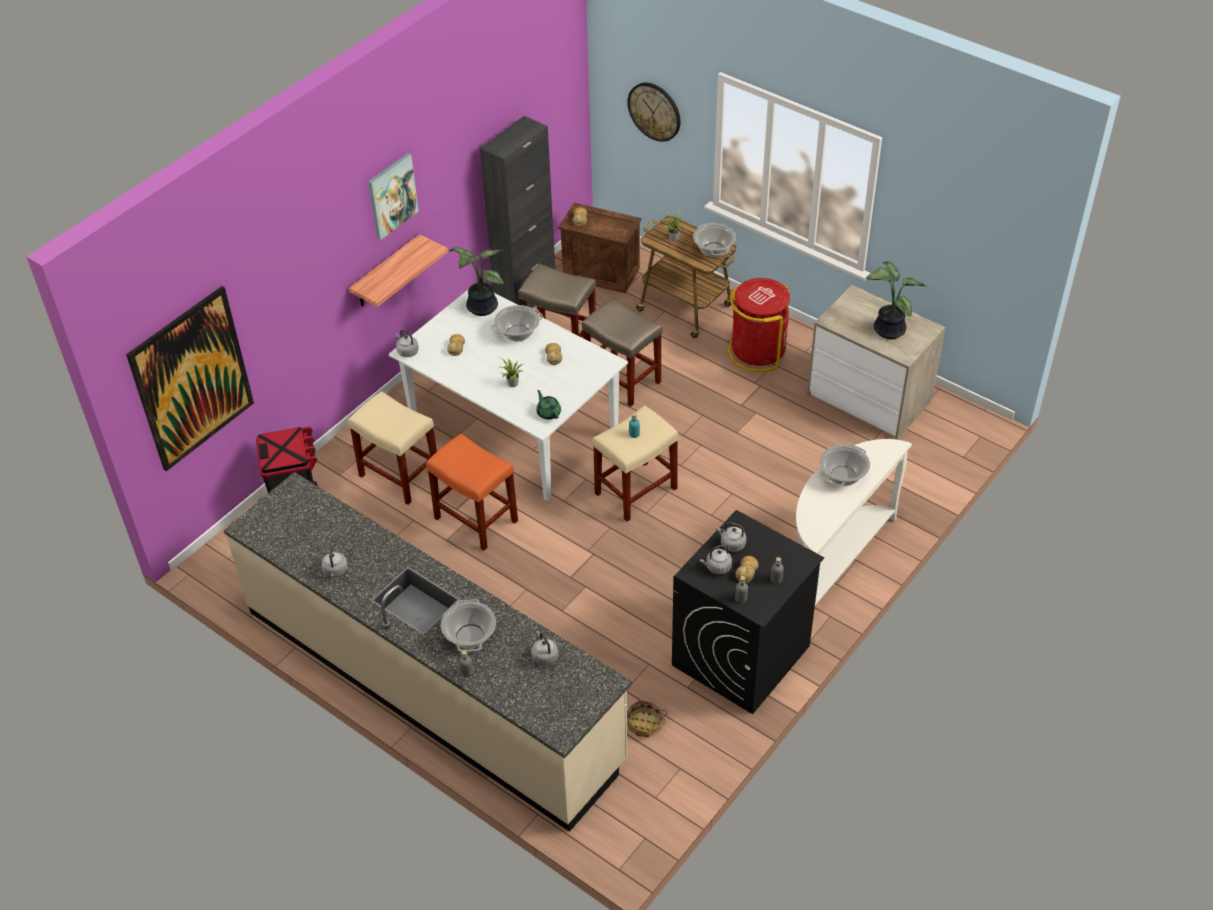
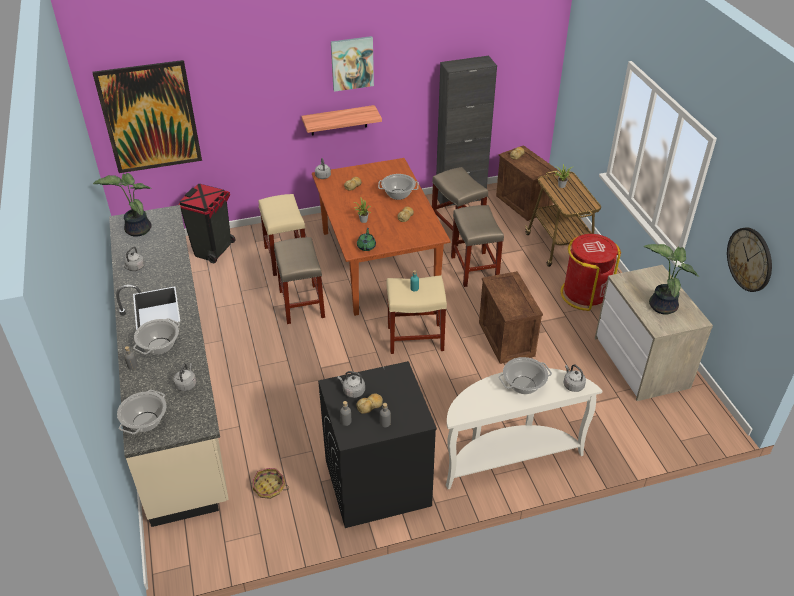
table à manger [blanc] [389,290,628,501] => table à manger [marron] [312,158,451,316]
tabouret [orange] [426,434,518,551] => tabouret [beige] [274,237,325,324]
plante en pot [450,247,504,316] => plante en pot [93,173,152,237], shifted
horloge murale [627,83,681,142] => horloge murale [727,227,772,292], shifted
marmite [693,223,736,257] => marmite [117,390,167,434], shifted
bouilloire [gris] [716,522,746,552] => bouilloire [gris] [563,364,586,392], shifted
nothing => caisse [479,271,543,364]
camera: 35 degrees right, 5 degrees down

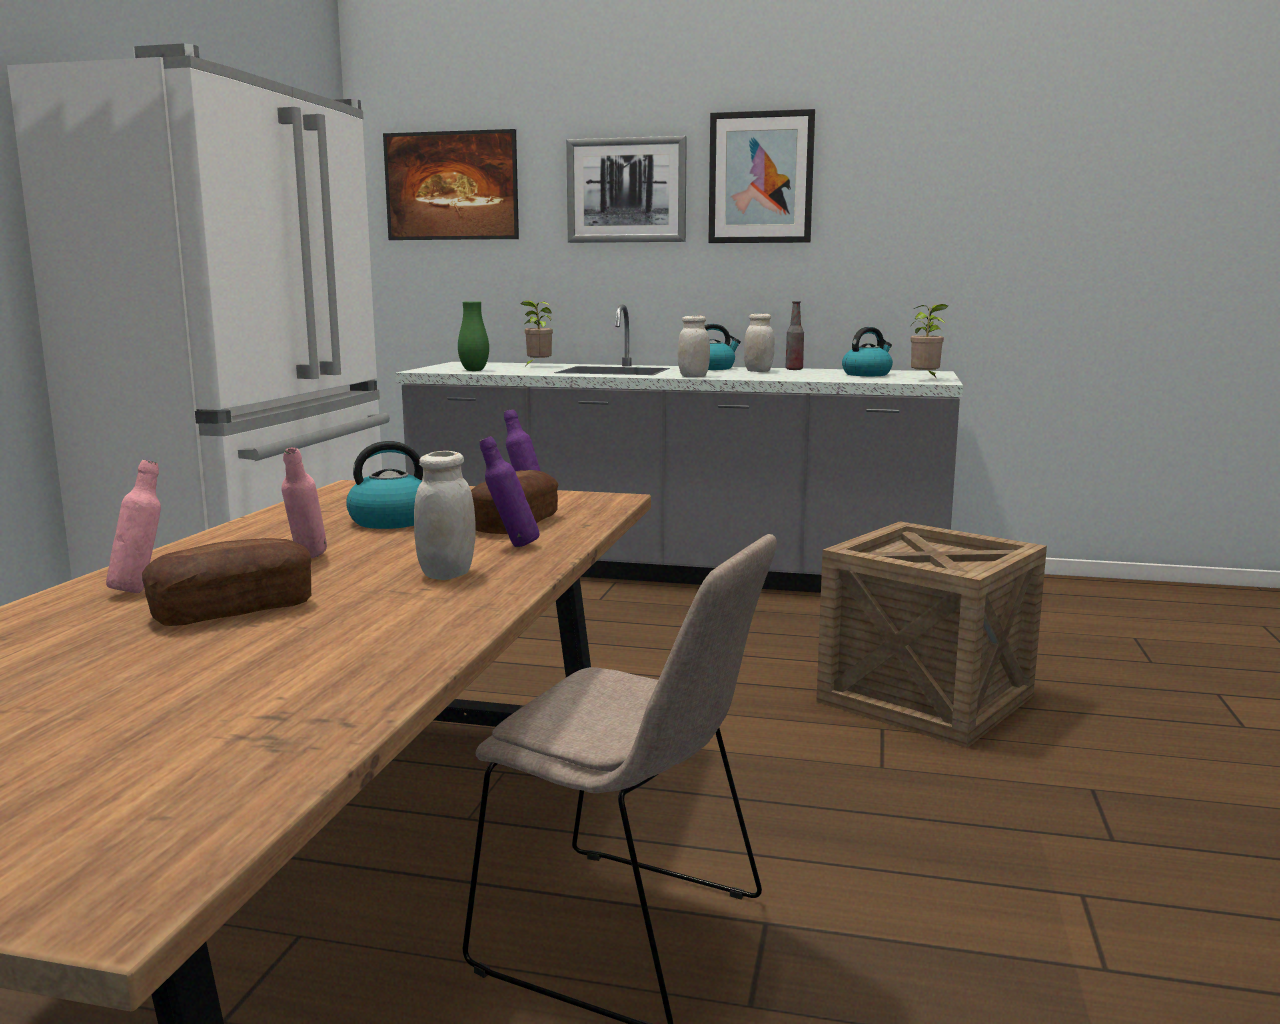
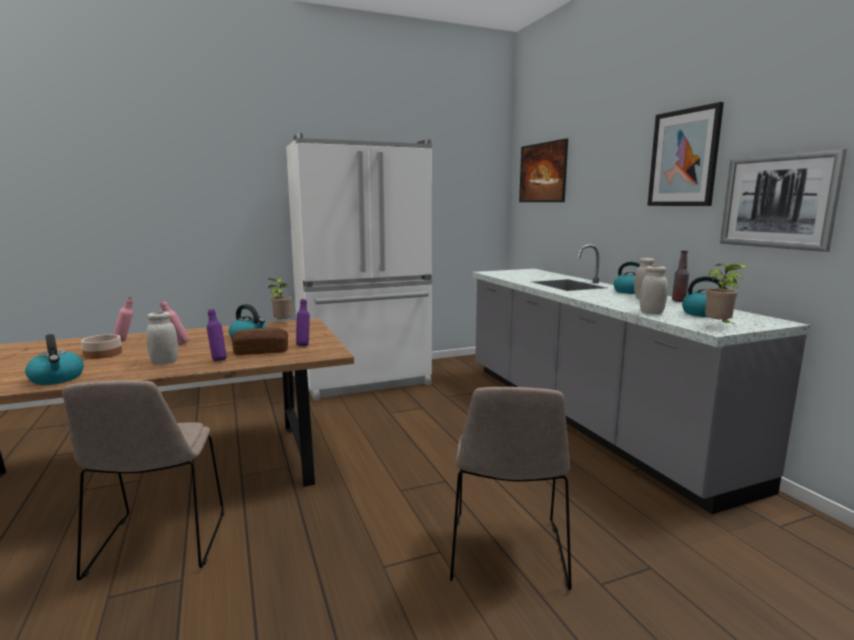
pain [142,538,311,626] => bol [81,334,122,359]
vase [vert] [458,301,489,371] => nothing
plante en pot [520,300,553,365] => plante en pot [268,277,292,319], shifted
tableau [566,136,687,243] => tableau [720,149,847,252], shifted
bocal [blanc] [678,316,710,377] => bocal [blanc] [639,266,668,314], shifted
caisse [816,522,1047,748] => chaise [beige] [450,387,572,590]
nothing => bouilloire [25,334,84,385]
camera: 55 degrees right, 0 degrees up

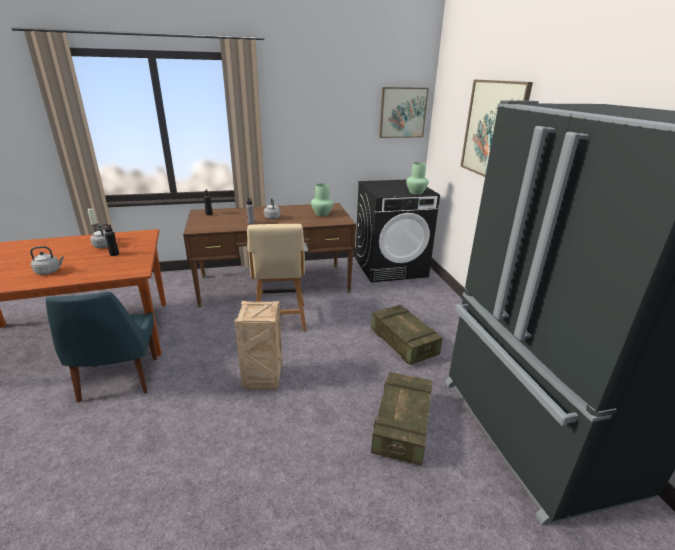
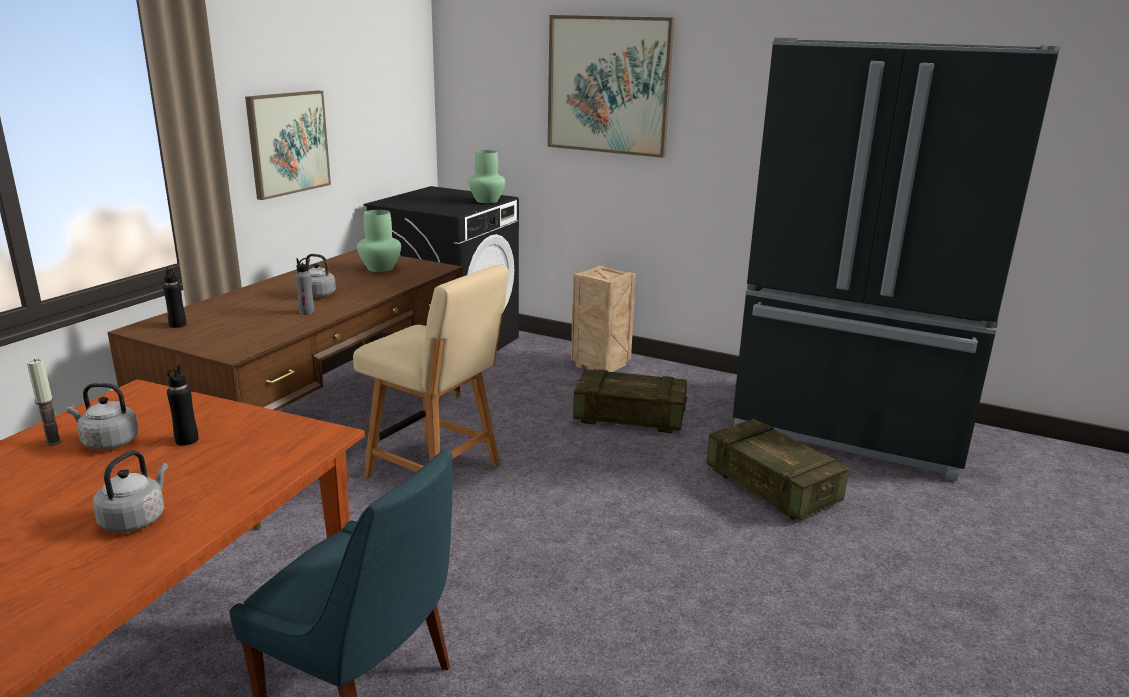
caisse [234,301,282,390] => caisse [571,265,636,372], shifted
tableau [379,87,429,138] => tableau [245,91,331,200], shifted
camera: 50 degrees left, 5 degrees down

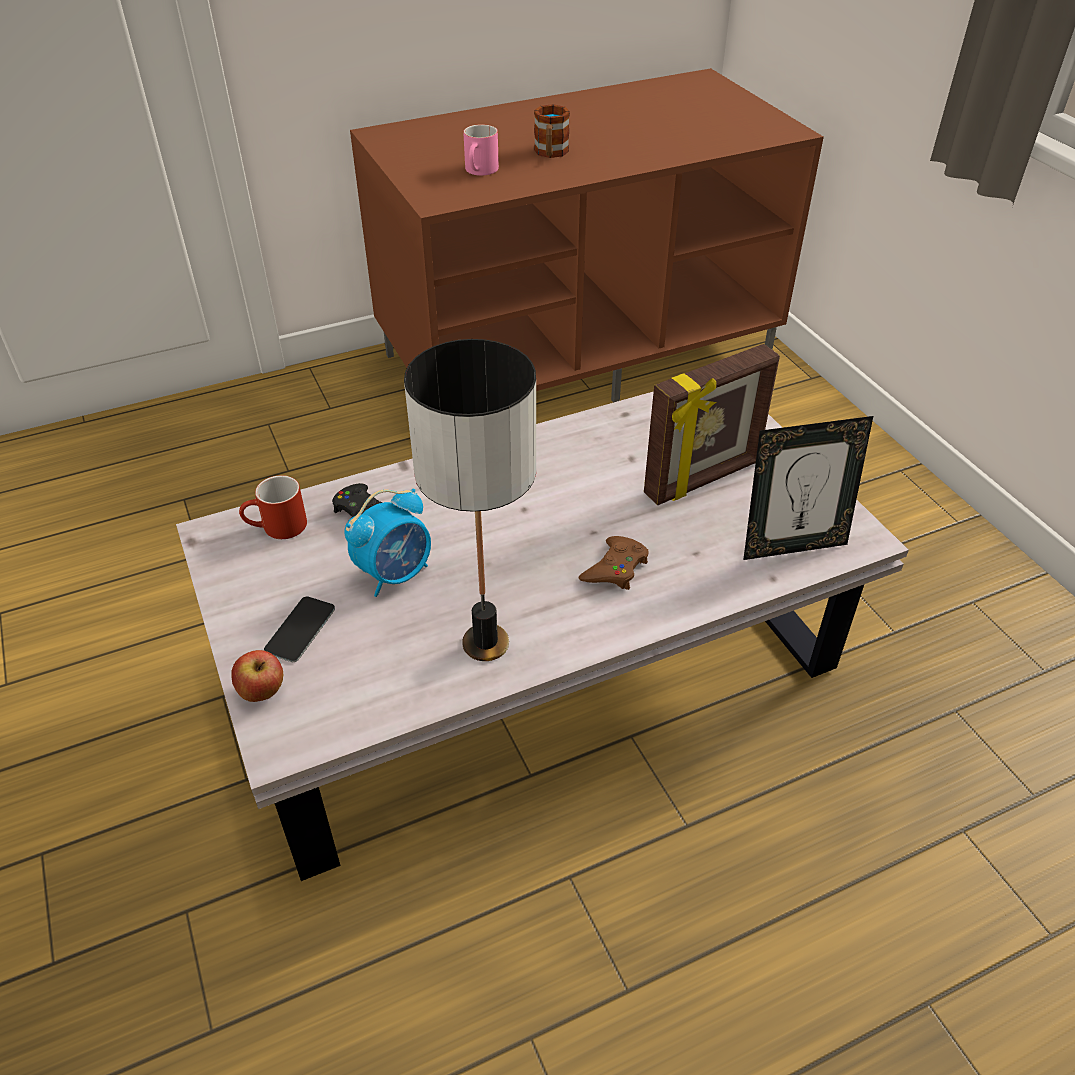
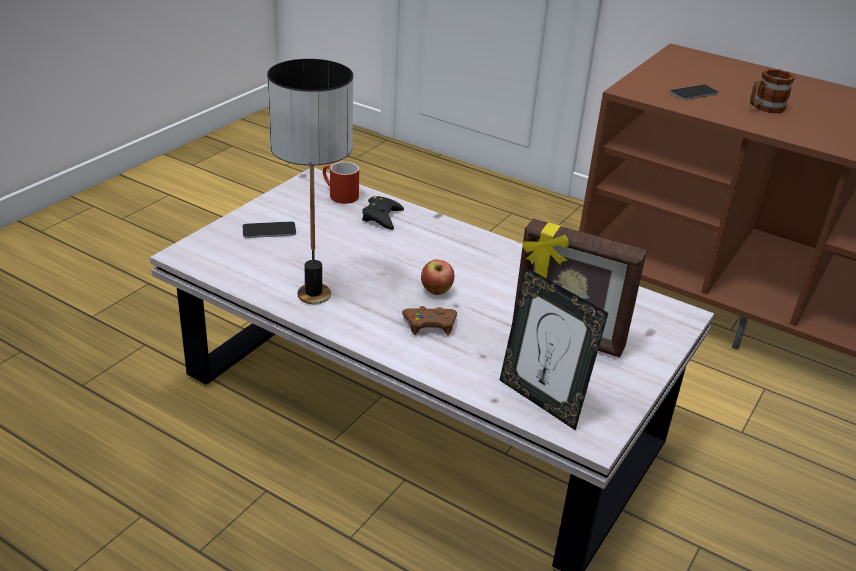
pomme [231,650,283,702] => pomme [421,259,454,295], shifted
réveil [344,488,431,597] => nothing
mug [rose] [463,124,499,176] => téléphone [670,85,719,100]
camera: 55 degrees right, 10 degrees down

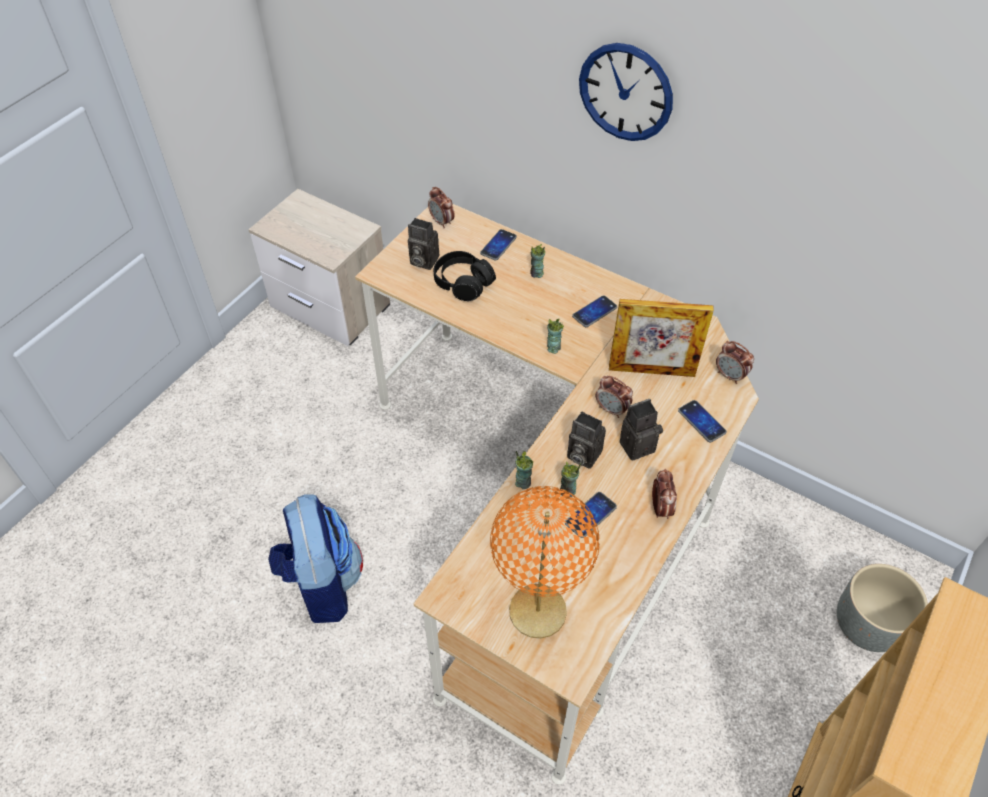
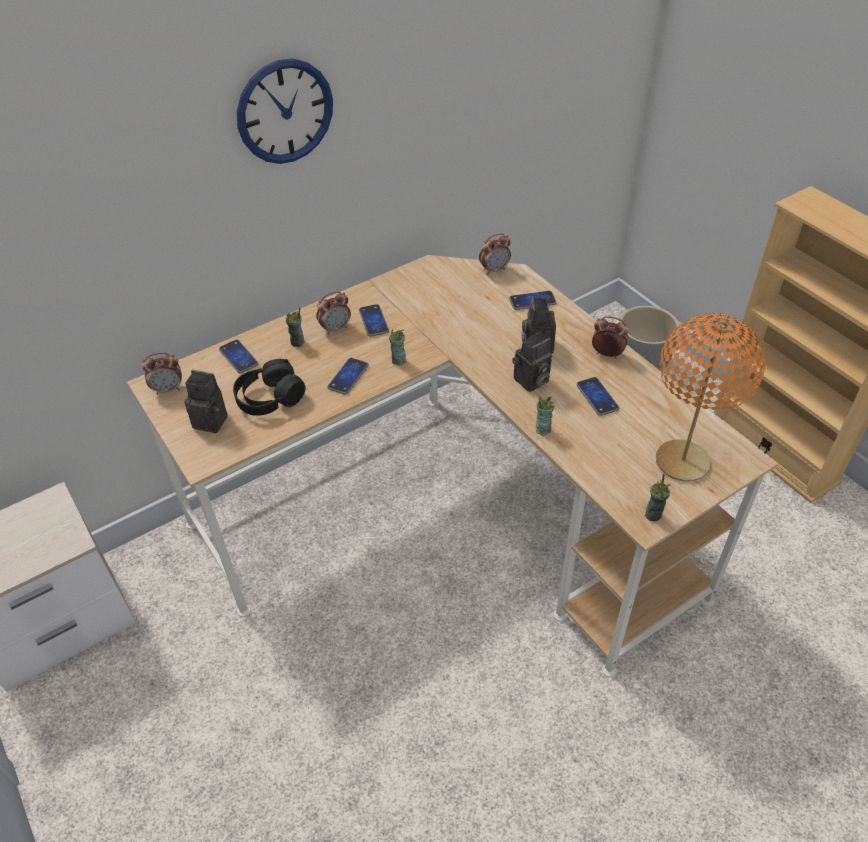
sac à dos [268,494,363,623] => nothing
appareil photo [408,218,439,270] => appareil photo [184,370,228,433], 120 degrees counterclockwise
tasse [560,461,581,497] => tasse [645,474,670,521], shifted
réveil [595,376,633,418] => réveil [316,291,351,335], shifted
cadre photo [609,299,714,377] => nothing
nothing => téléphone [327,358,369,395]
camera: 65 degrees left, 5 degrees down

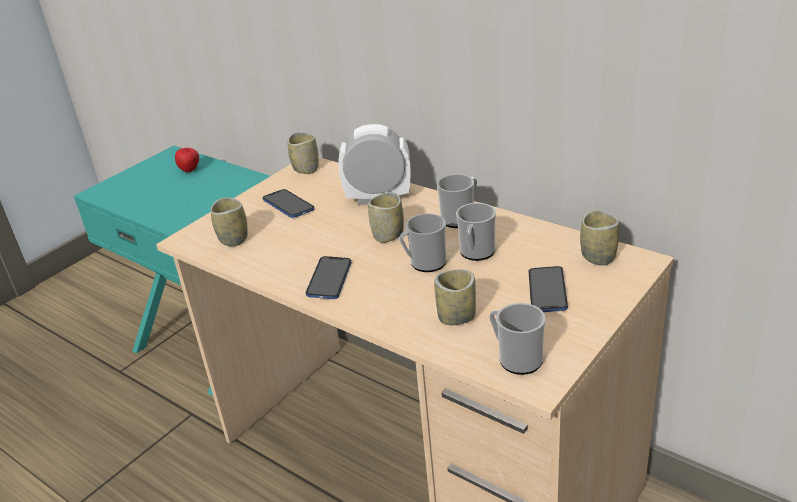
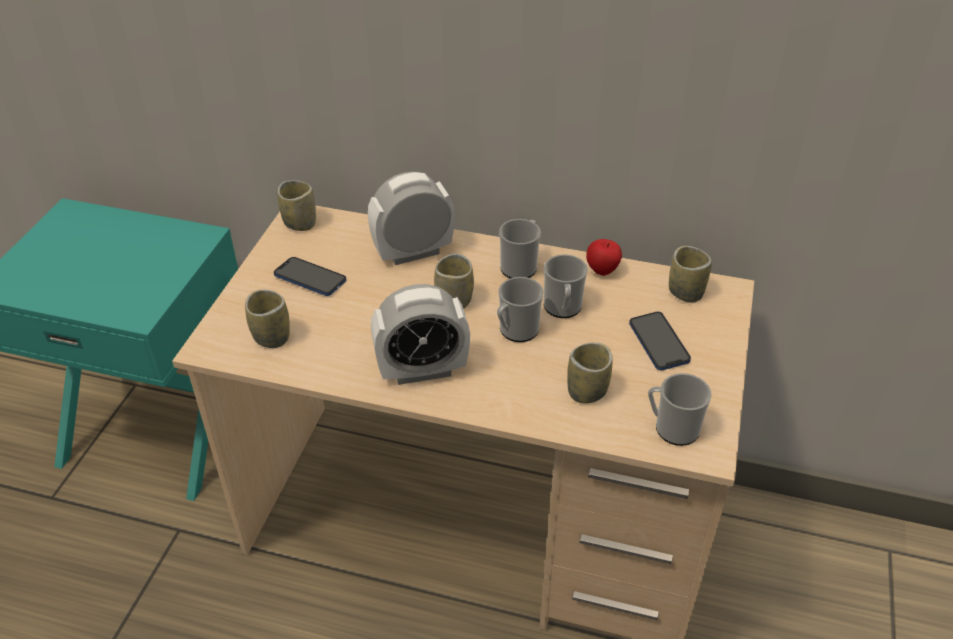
pomme [175,148,199,173] => pomme [586,239,622,276], shifted
téléphone [306,256,351,299] => réveil [371,284,470,385]
camera: 25 degrees left, 10 degrees up

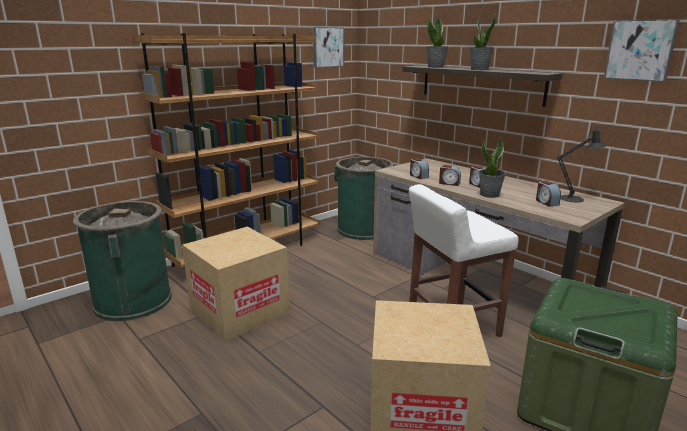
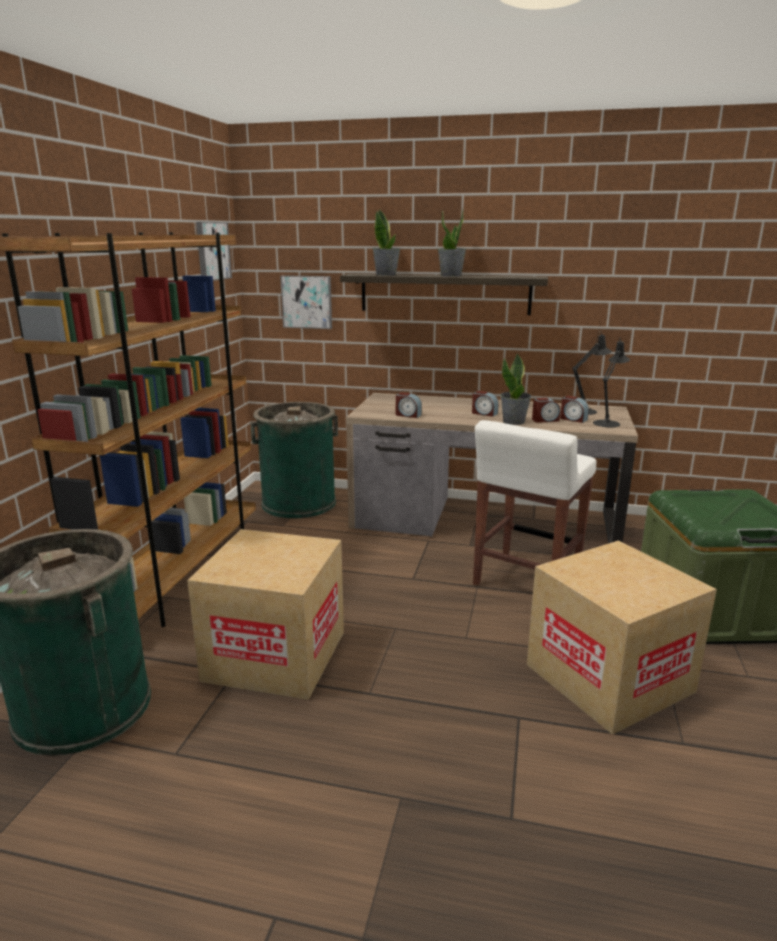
réveil [439,165,461,186] => réveil [532,398,560,423], shifted
tableau [604,19,680,82] => tableau [280,275,332,329], shifted
nothing => lampe de table [noir] [593,338,630,428]
camera: 35 degrees left, 0 degrees up

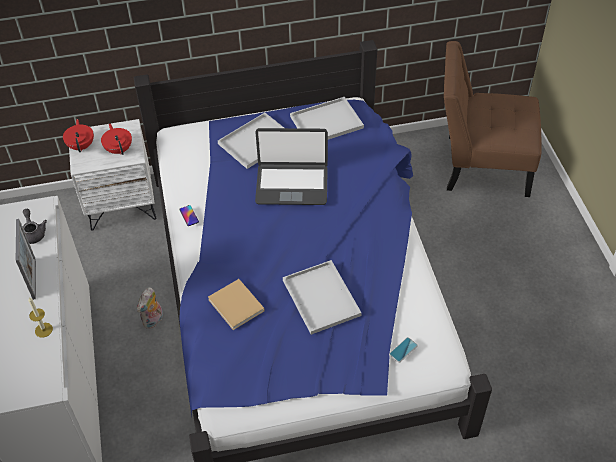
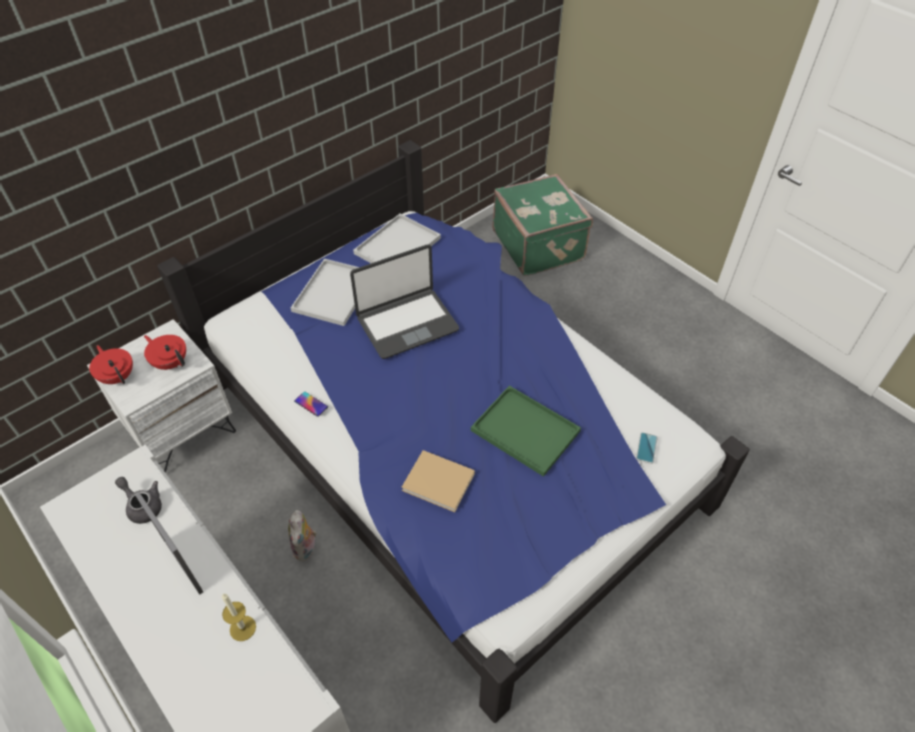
plateau [blanc] [283,260,362,335] => plateau [vert] [471,386,581,477]
chaise [marron] [444,41,541,197] => valise [vert] [493,174,593,276]
camera: 30 degrees left, 0 degrees up

